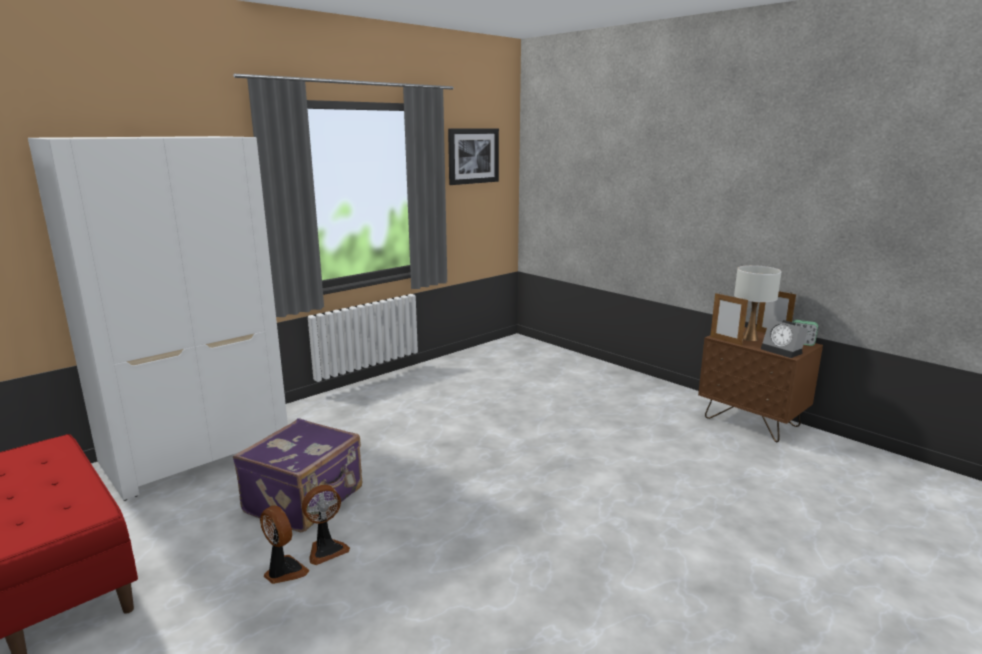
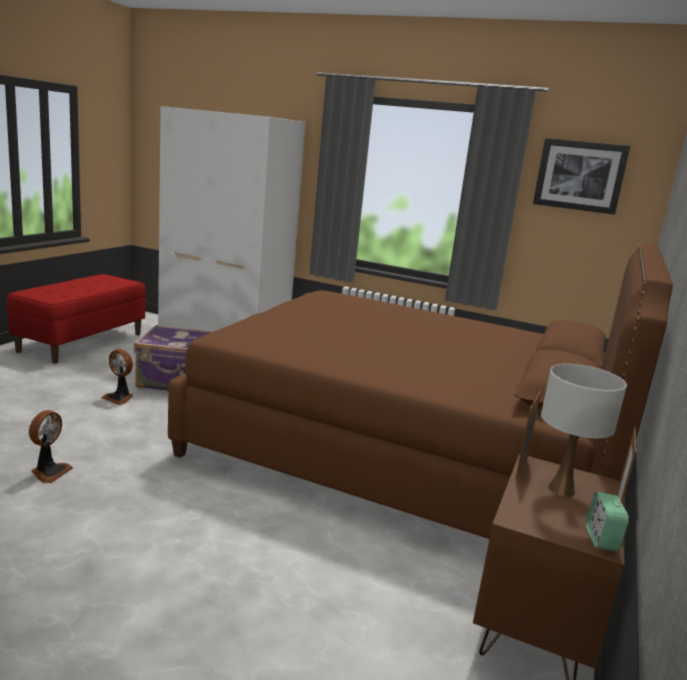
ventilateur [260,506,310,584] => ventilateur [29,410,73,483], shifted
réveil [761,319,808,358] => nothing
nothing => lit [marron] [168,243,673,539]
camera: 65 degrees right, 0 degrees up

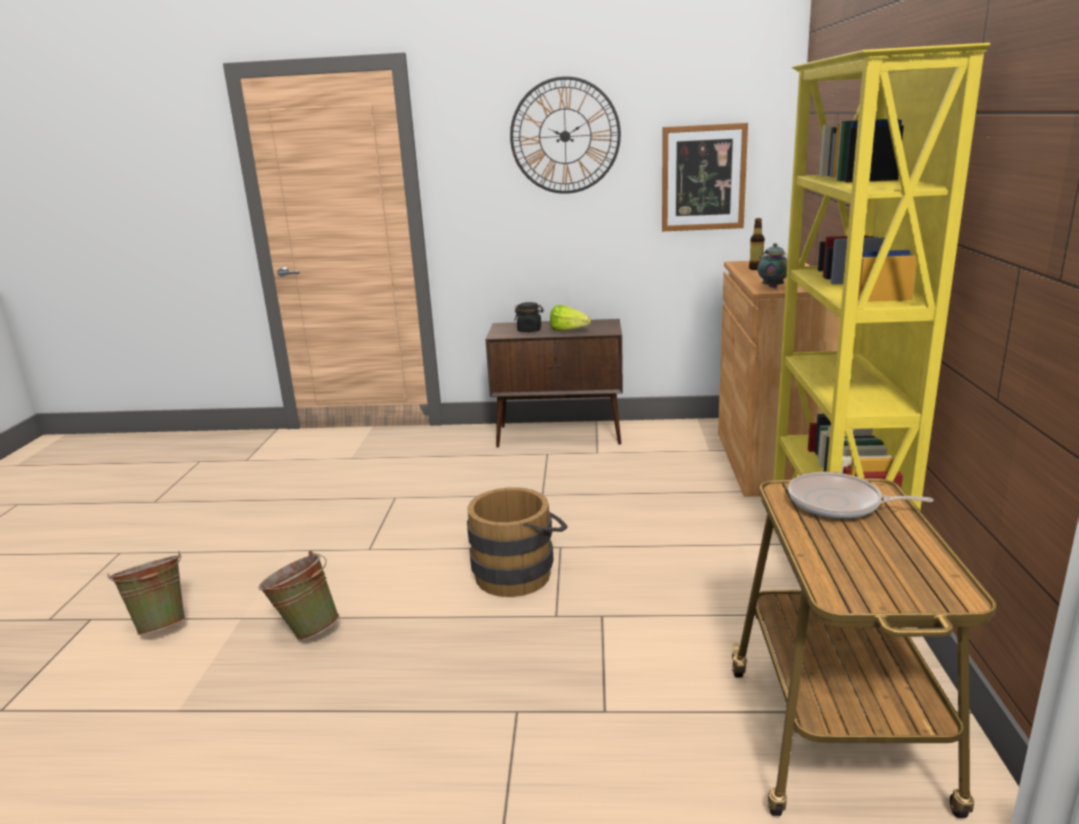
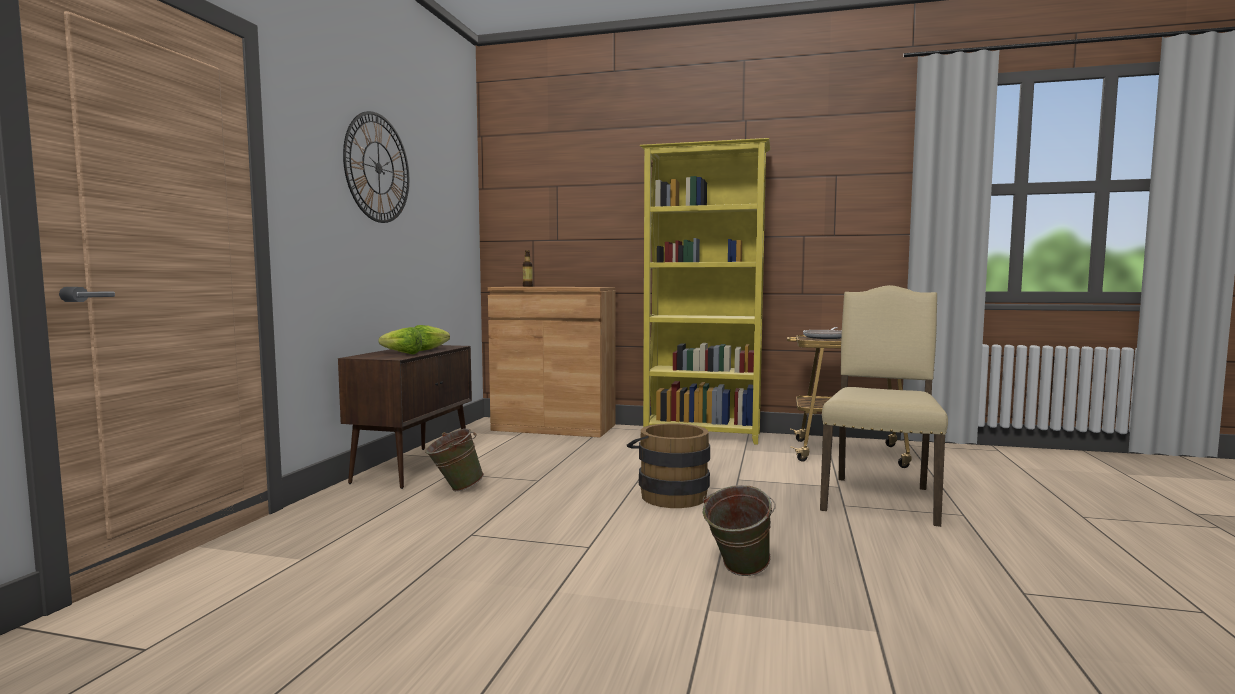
seau [vert] [107,551,186,635] => seau [vert] [425,428,484,491], shifted
bocal [noir] [514,302,544,332] => laitue [379,327,422,354]
tableau [662,123,748,231] => nothing
théière [757,243,787,289] => nothing
nothing => chaise [beige] [820,285,948,527]
camera: 80 degrees left, 15 degrees down

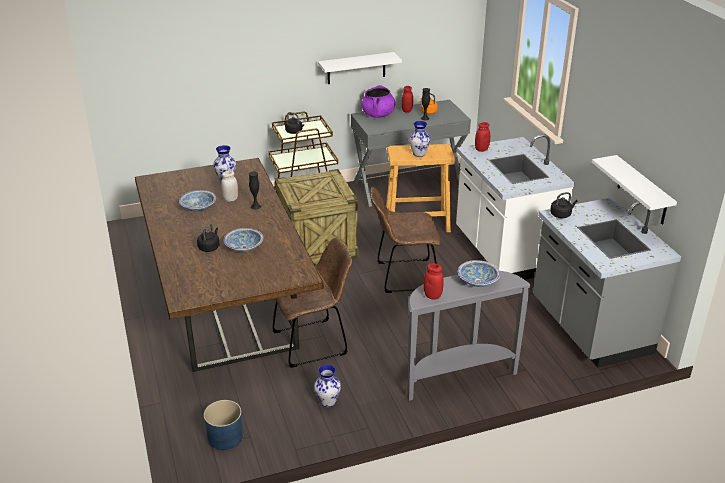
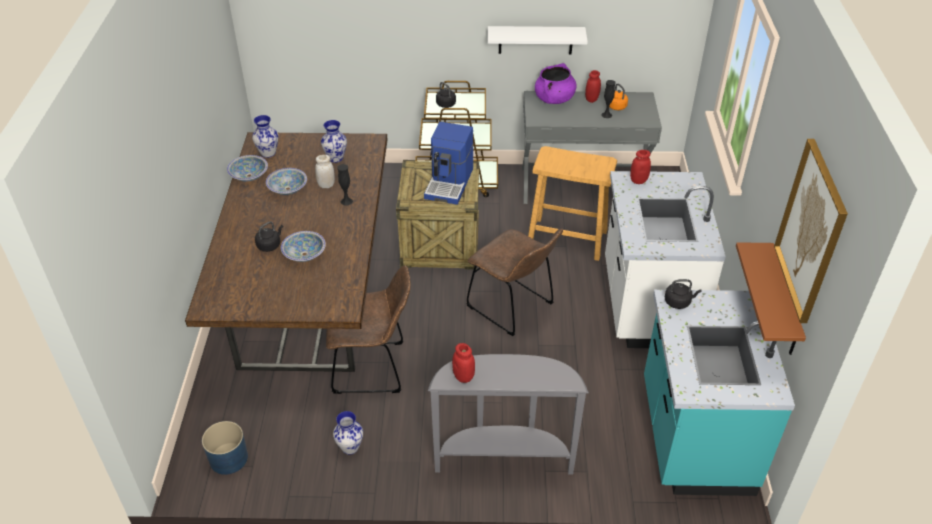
chaise [marron] [371,187,441,293] => chaise [marron] [466,229,563,336], 150 degrees counterclockwise
vase [409,121,430,157] => vase [252,115,278,158], shifted
bol [458,260,500,287] => bol [227,155,268,182], shifted
comptoir de cuisine [gris] [533,197,681,368] => comptoir de cuisine [turquoise] [644,290,795,496]
étagère [blanc] [592,155,677,224] => étagère [marron] [736,242,806,355]
nothing => machine à café [424,122,474,205]
nothing => tableau [774,139,848,323]
camera: 20 degrees right, 10 degrees up

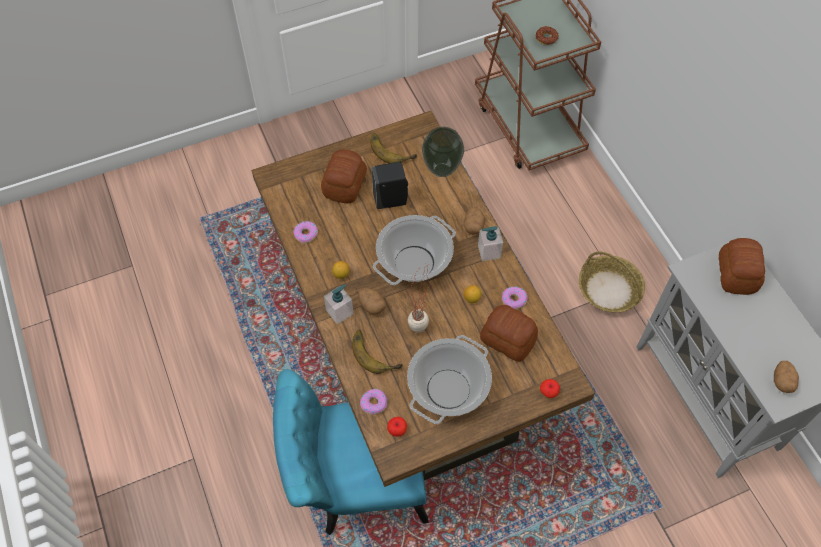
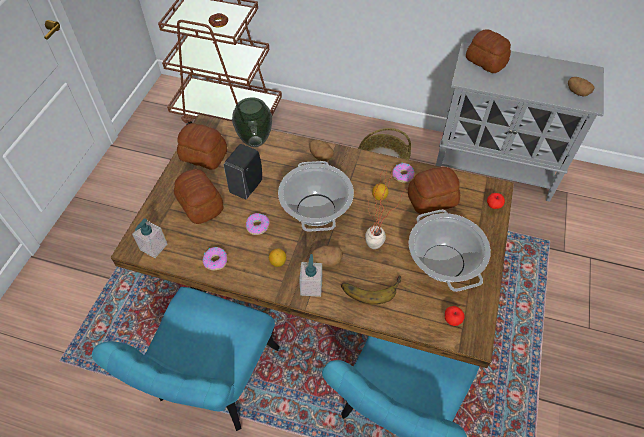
beignet [360,389,387,415] => beignet [246,213,270,235], shifted
banane [370,133,417,163] => pain [177,123,227,170]
distributeur de savon [478,226,503,261] => distributeur de savon [132,219,167,258], shifted
nothing => chaise [turquoise] [92,287,280,431]
camera: 50 degrees left, 5 degrees down

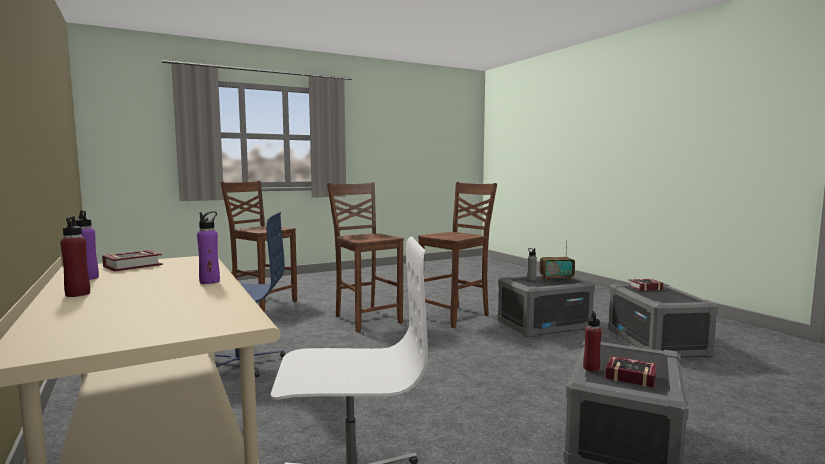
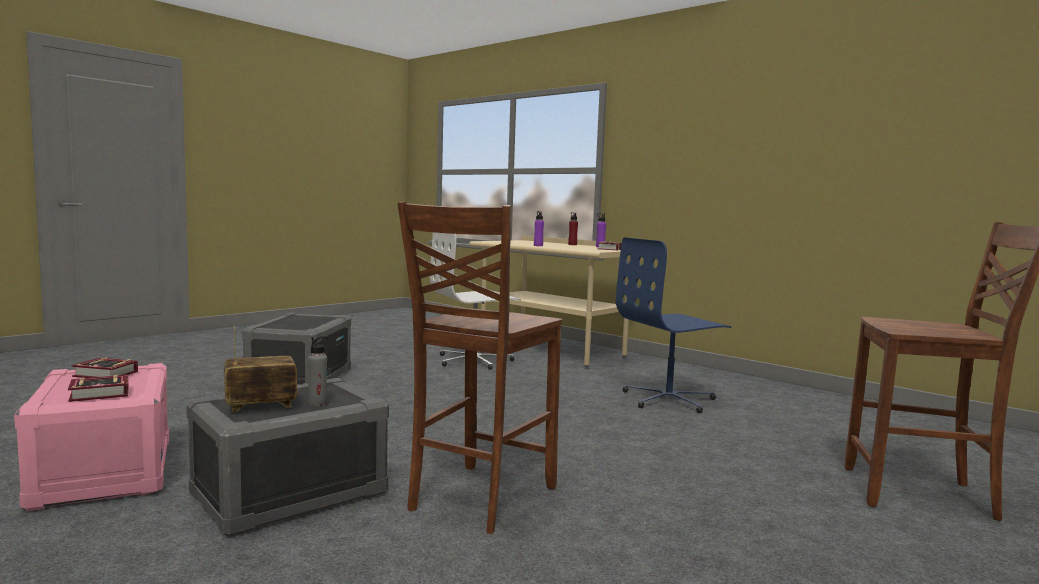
chaise [marron] [327,182,404,332] => nothing
bouteille [rouge] [583,311,602,371] => nothing
livre [605,356,657,388] => livre [72,358,138,378], shifted
boîte de rangement [gris] [608,283,718,358] => boîte de rangement [rose] [14,363,169,511]
camera: 160 degrees right, 0 degrees up

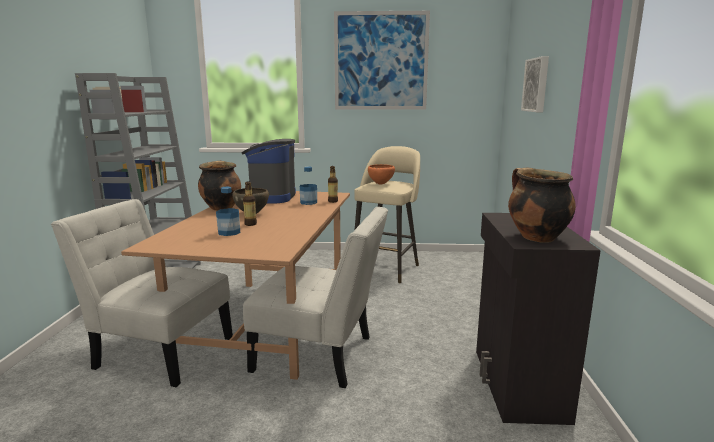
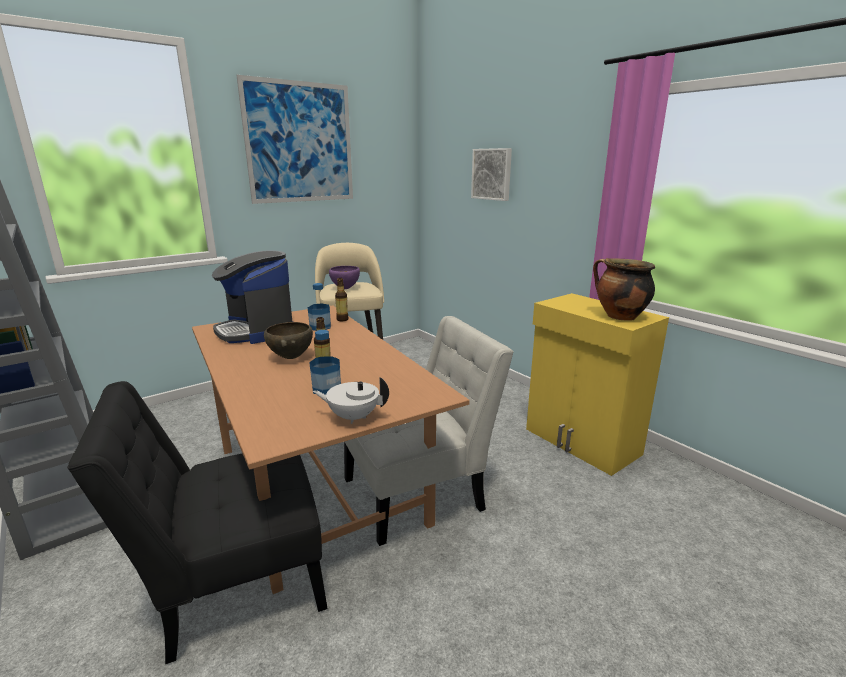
chaise [blanc] [51,199,233,387] => chaise [noir] [67,381,328,664]
marmite [198,161,241,211] => nothing
bol [orange] [368,164,395,184] => bol [violet] [329,266,360,289]
meuble de rangement [noir] [476,213,601,425] => meuble de rangement [jaune] [526,293,669,476]
nothing => théière [blanc] [313,377,389,424]
camera: 40 degrees left, 5 degrees up

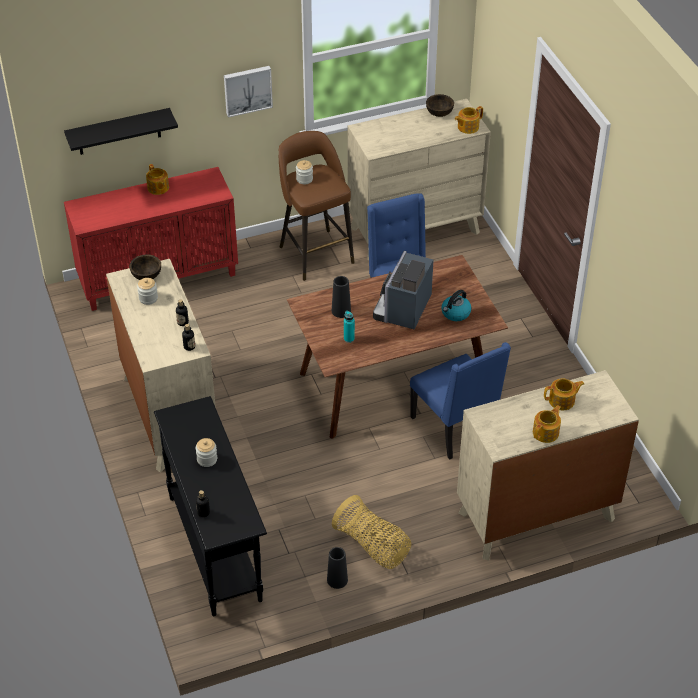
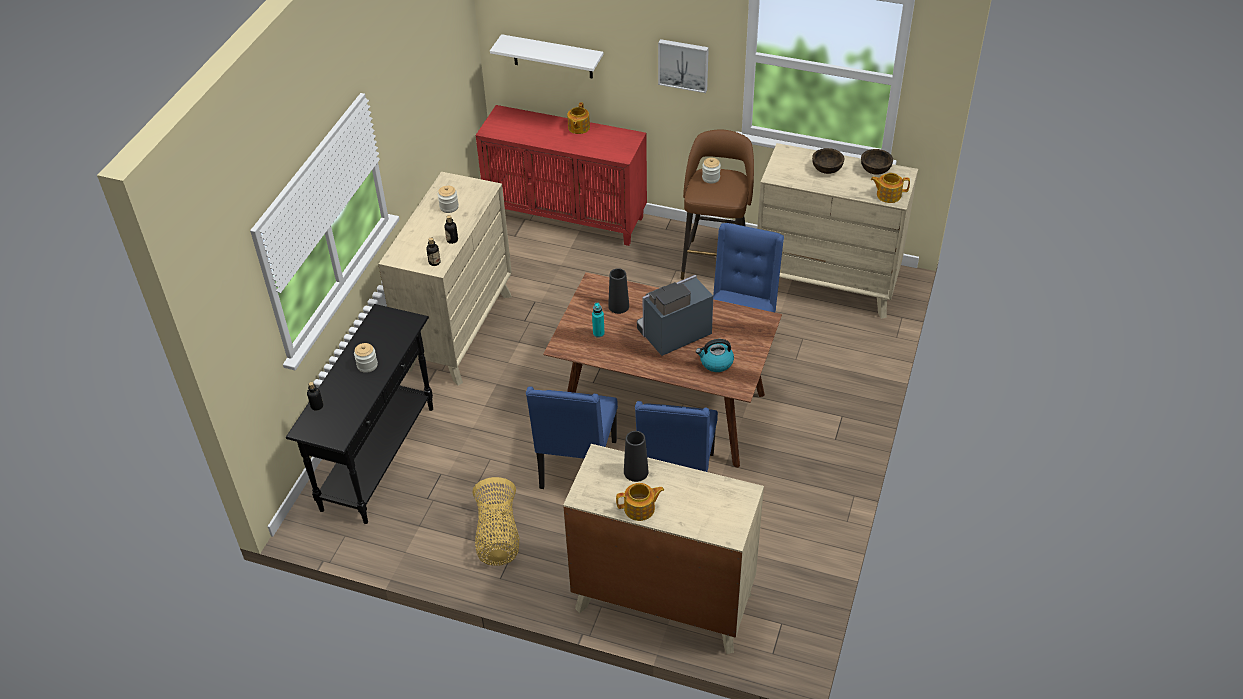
étagère [noir] [64,108,178,155] => étagère [blanc] [490,34,603,78]
bol [marron] [129,254,161,280] => bol [marron] [812,148,844,174], shifted
vase [noir] [327,547,348,589] => vase [noir] [624,431,649,482], shifted
théière [544,379,584,410] => nothing
nothing => chaise [bleu] [526,386,618,489]
camera: 40 degrees right, 0 degrees up

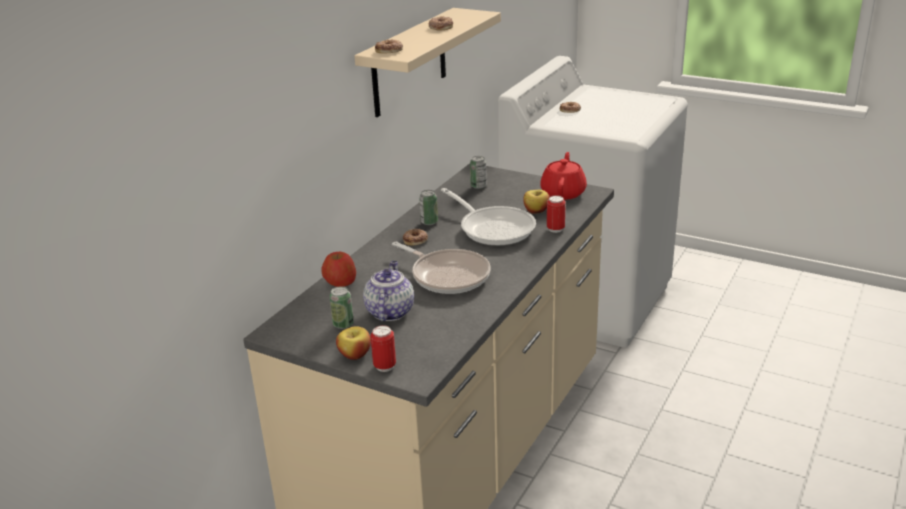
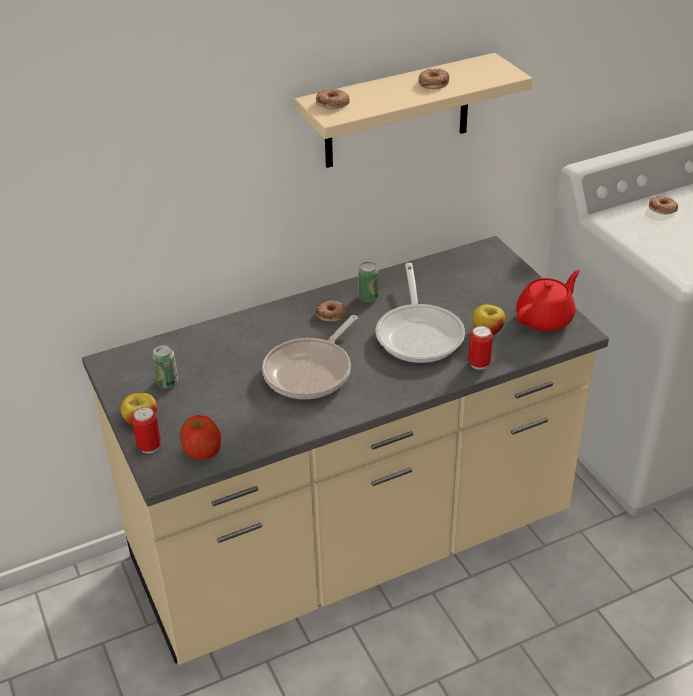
pomme [321,252,356,287] => pomme [180,415,221,460], shifted
théière [363,261,414,321] => nothing
poêle [392,242,490,294] => poêle [262,315,358,399], 45 degrees clockwise
boîte métallique [470,156,487,189] => nothing
camera: 35 degrees right, 10 degrees up

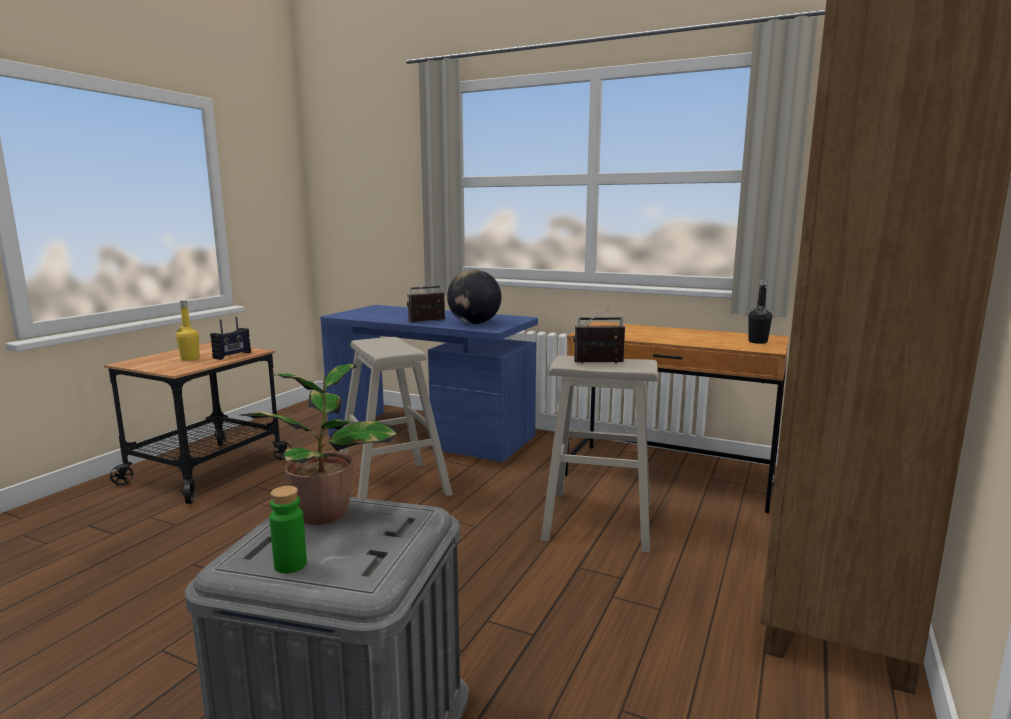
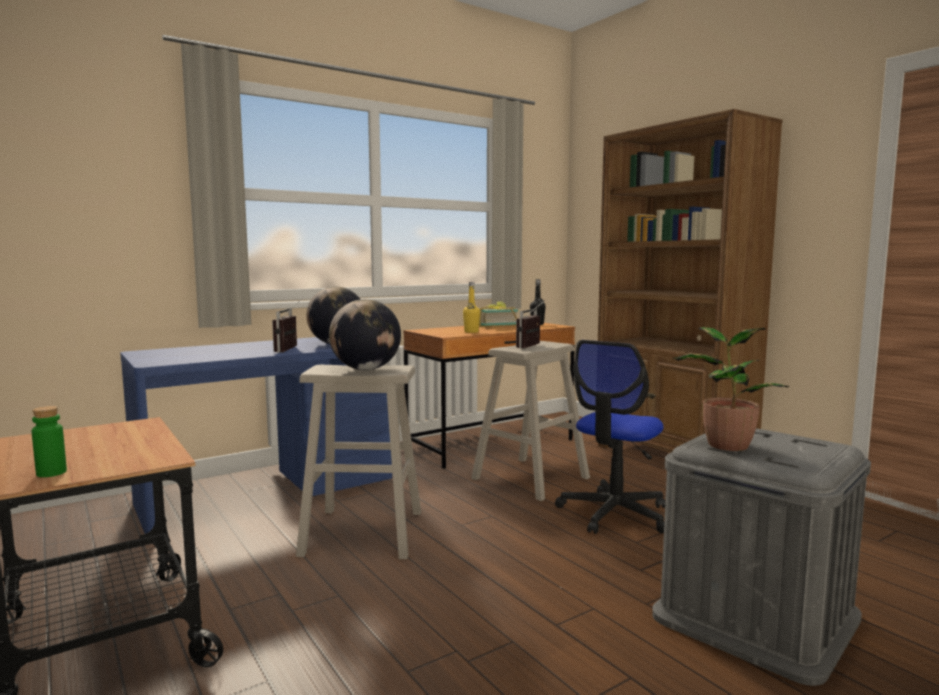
bouteille [jaune] [176,300,200,361] => bouteille [jaune] [463,282,480,333], shifted
radio [210,317,251,360] => nothing
bouteille [vert] [269,486,307,573] => bouteille [vert] [32,406,67,477], shifted
nothing => globe [329,299,401,370]
nothing => livre [479,301,518,327]
nothing => chaise de bureau [555,340,665,534]
camera: 60 degrees left, 5 degrees down

